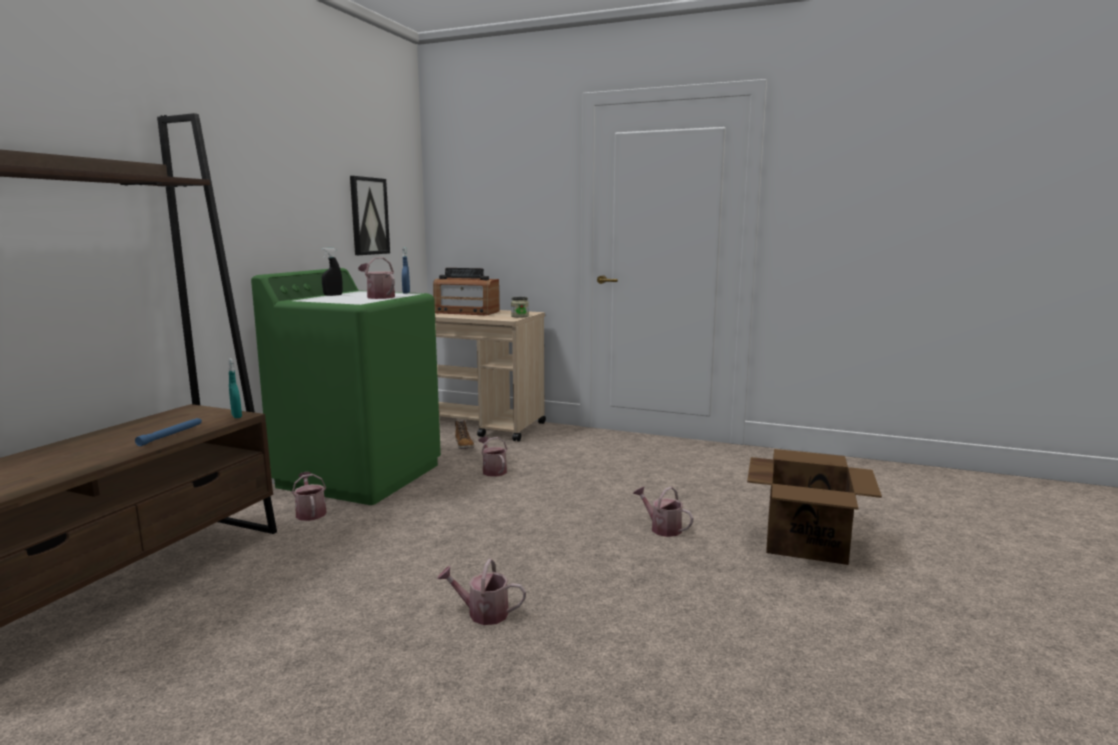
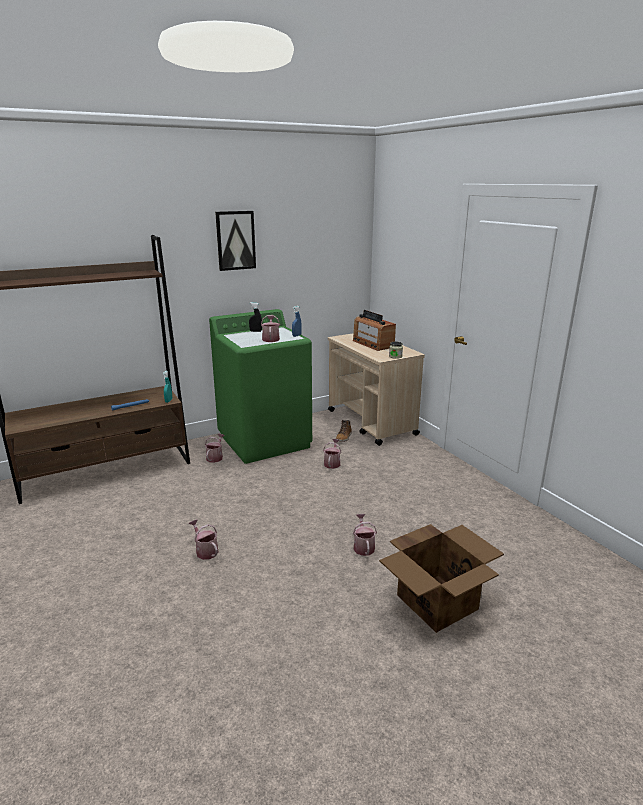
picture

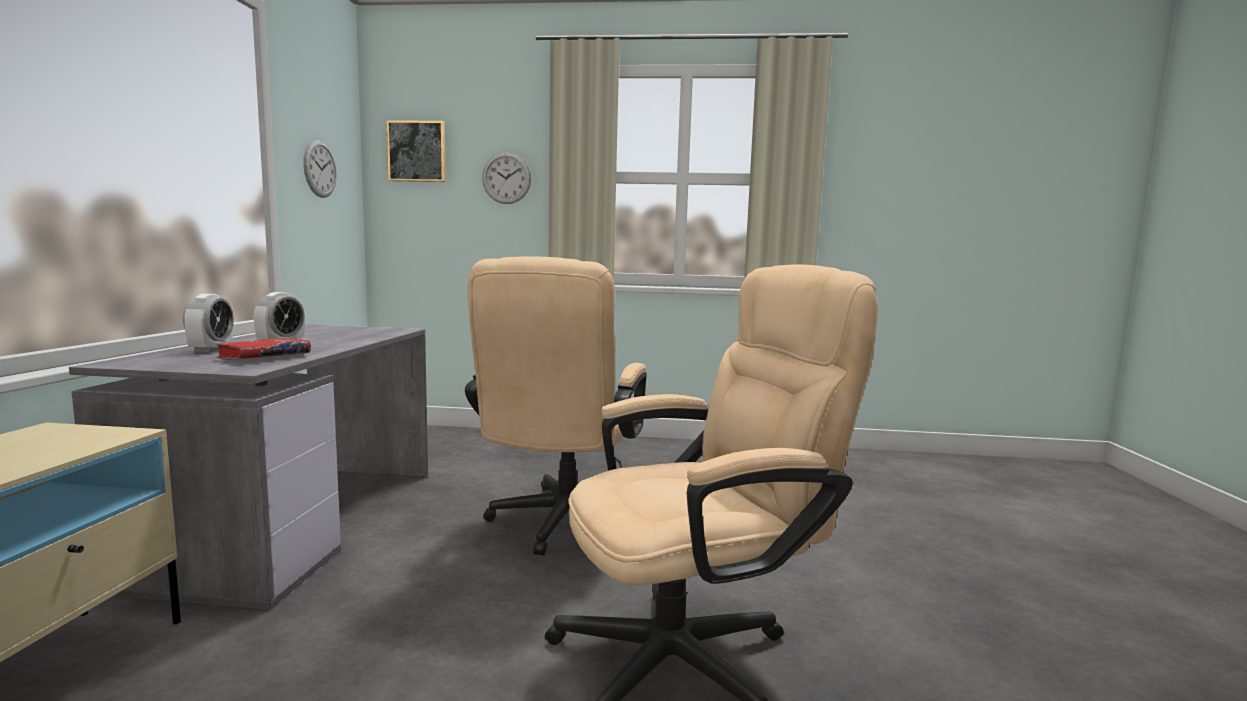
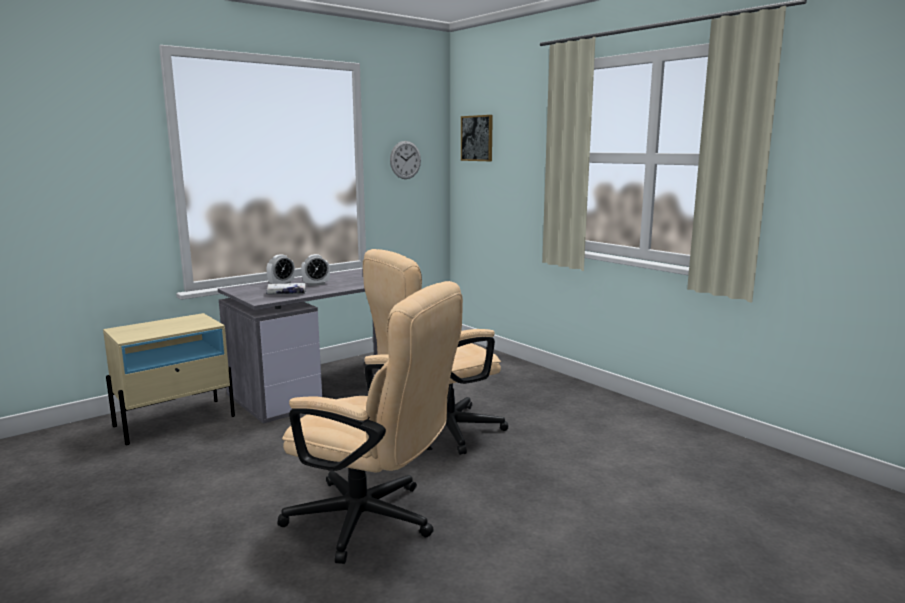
wall clock (no. 2 from left in the first image)
white book

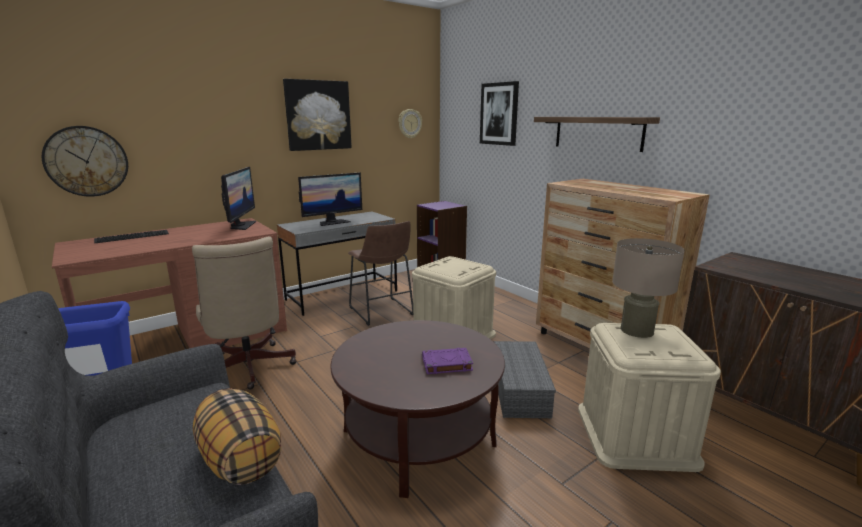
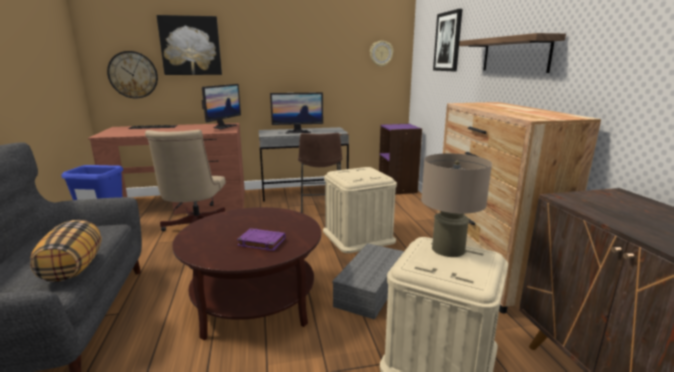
picture (no. 1 from left)

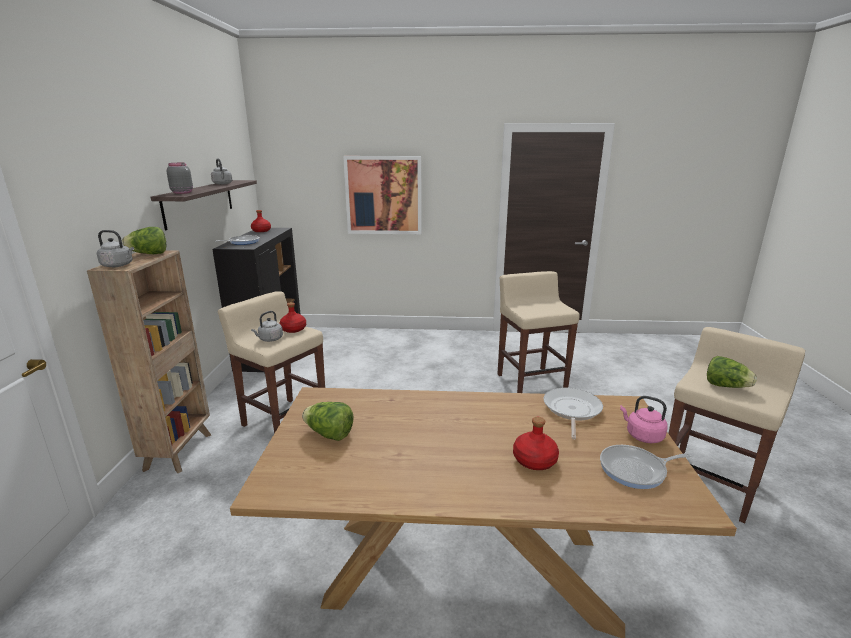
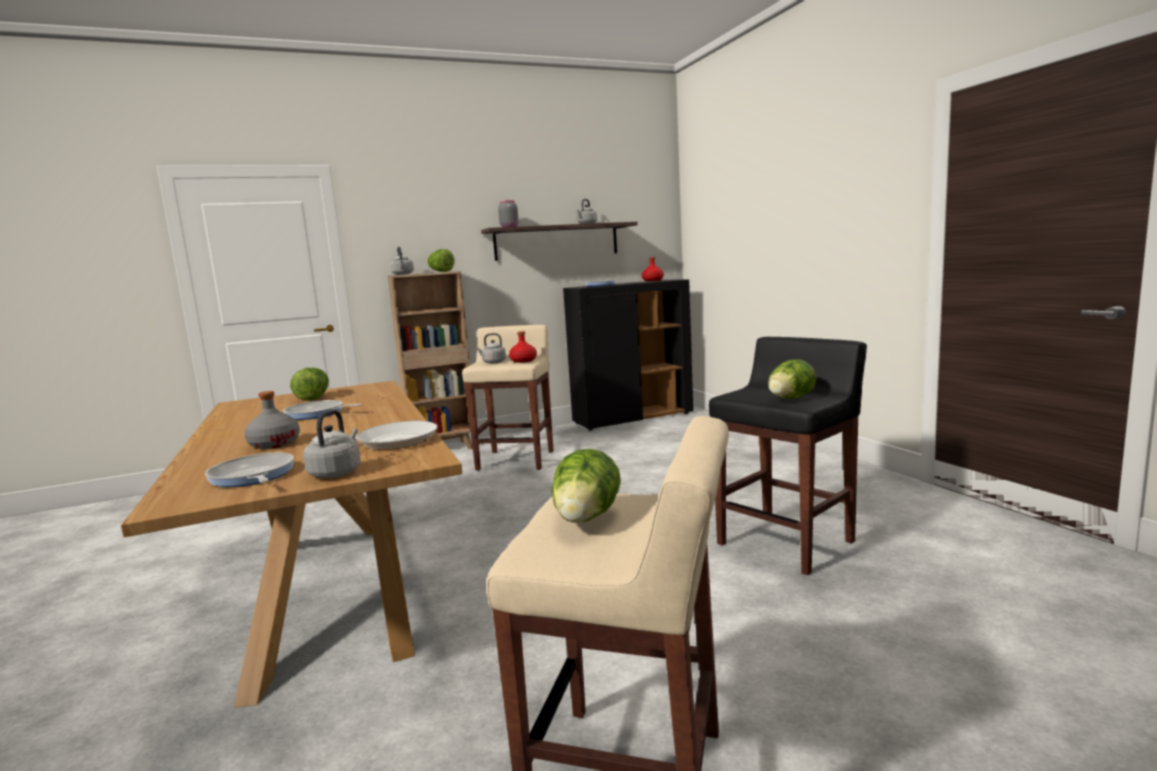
picture
frying pan (no. 2 from left)
lettuce (no. 4 from left)
black stool
grey bottle
grey kettle (no. 1 from left)

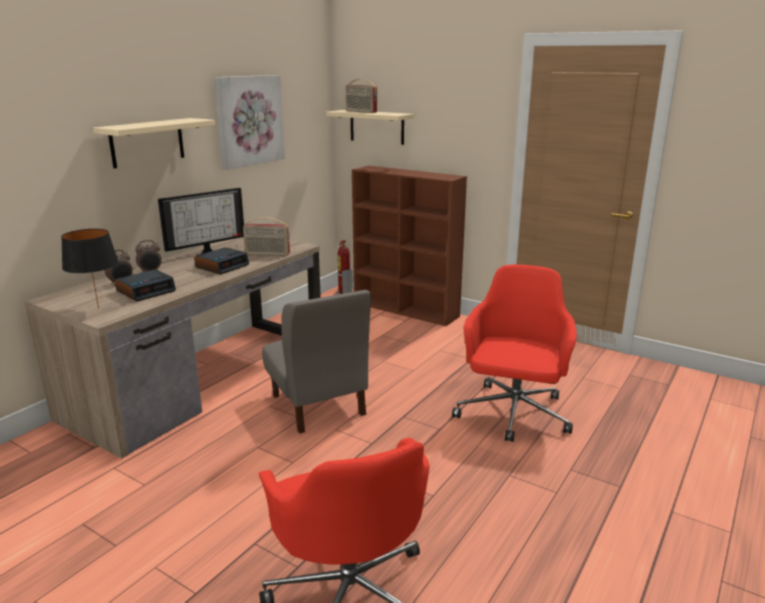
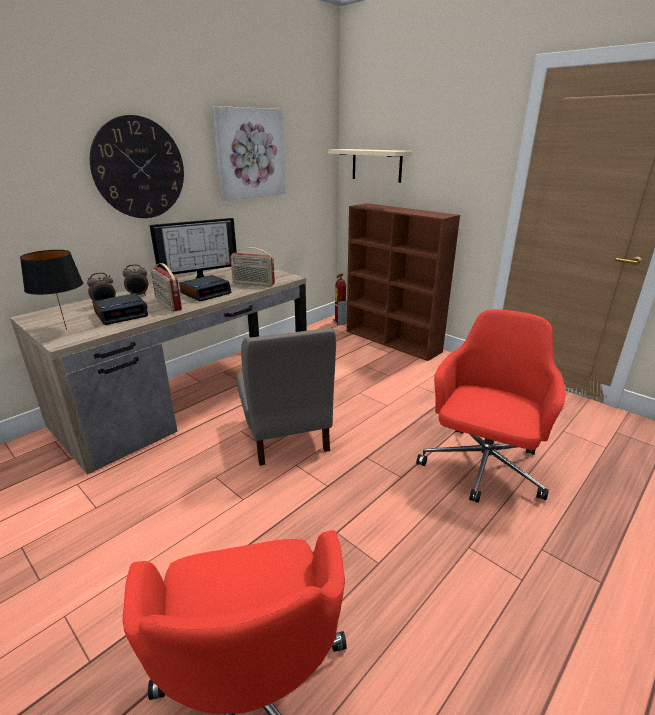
radio (no. 1 from left)
wall clock

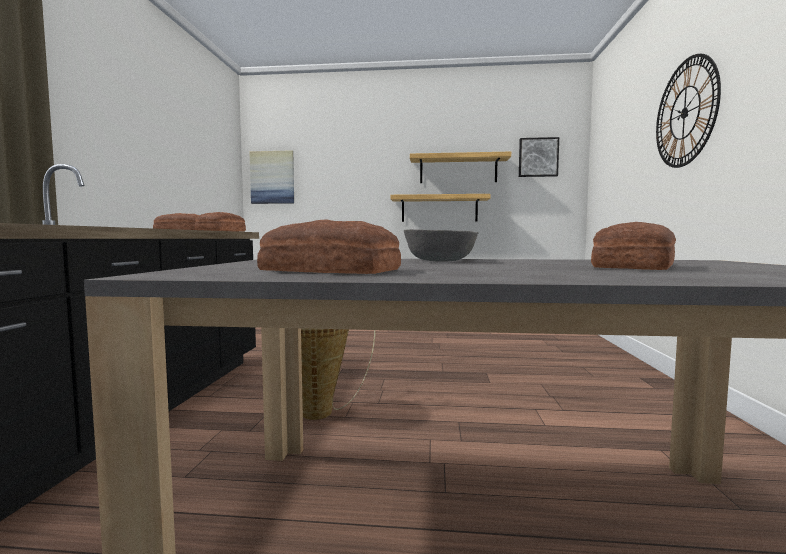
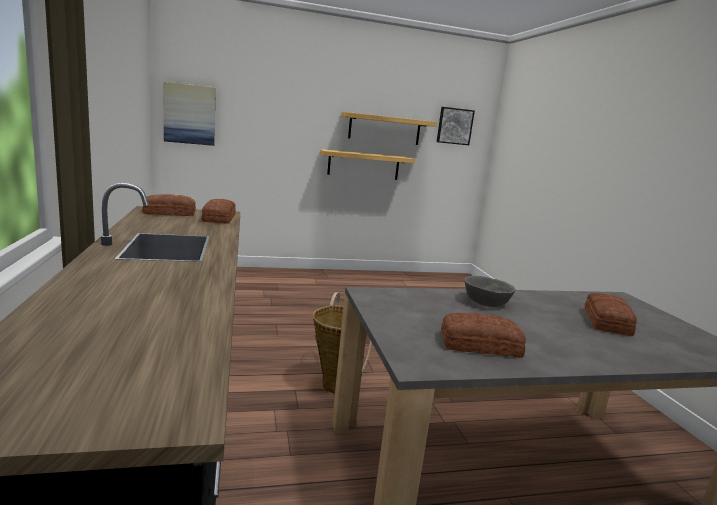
wall clock

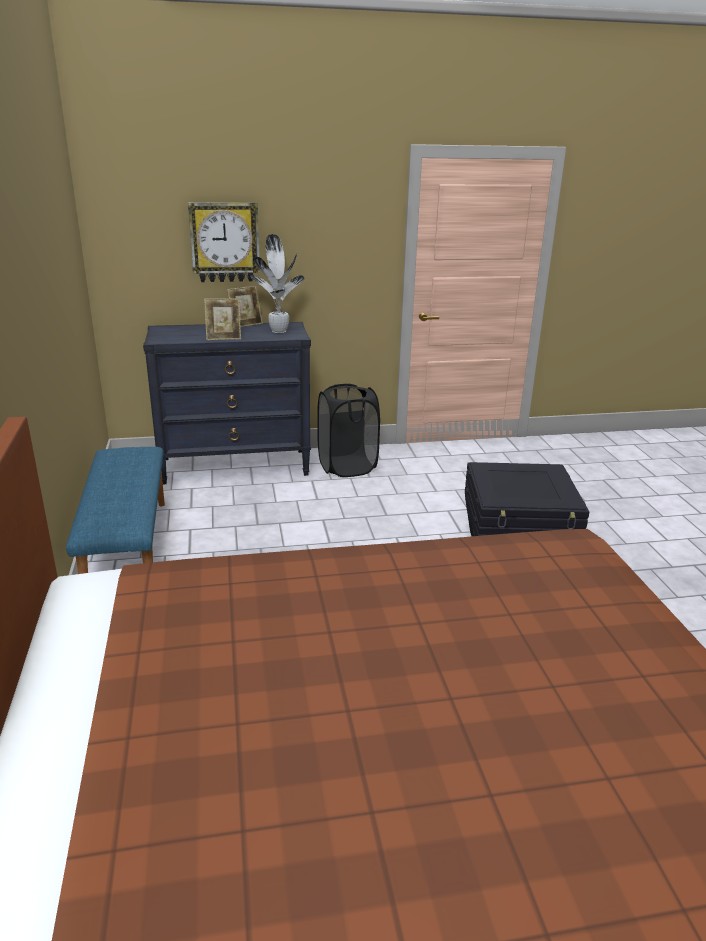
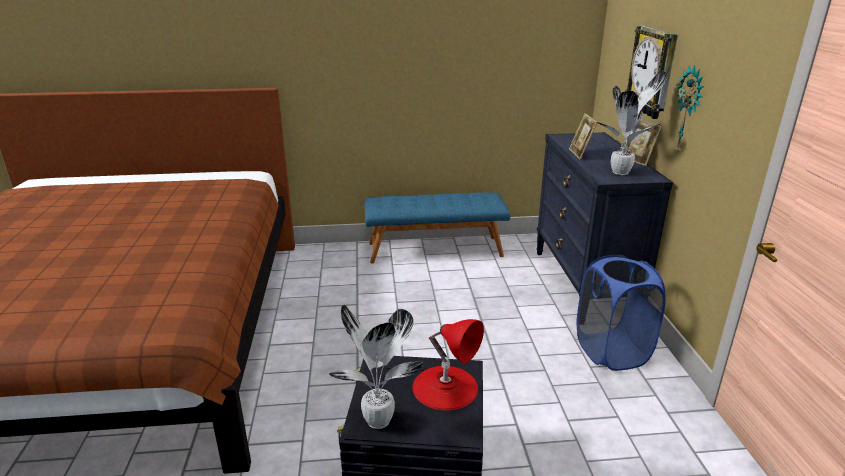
potted plant (no. 1 from left)
red table lamp
wall clock (no. 2 from left)
blue laundry basket

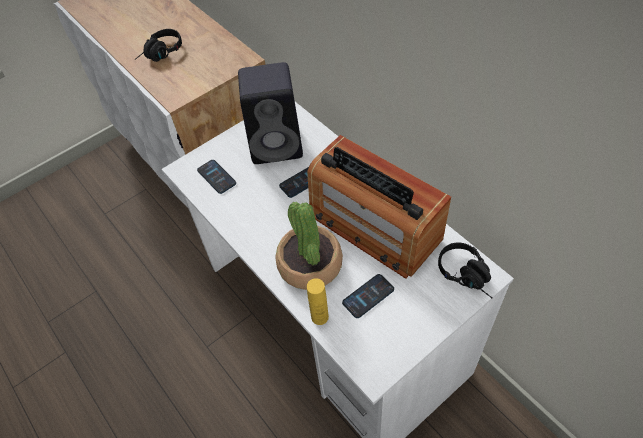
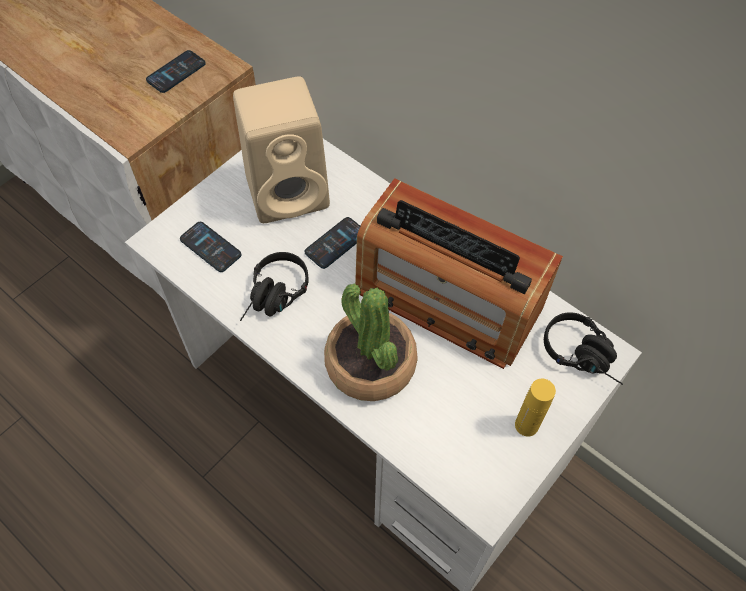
black headphones (no. 1 from left)
yellow bottle
phone (no. 1 from left)
beige speaker

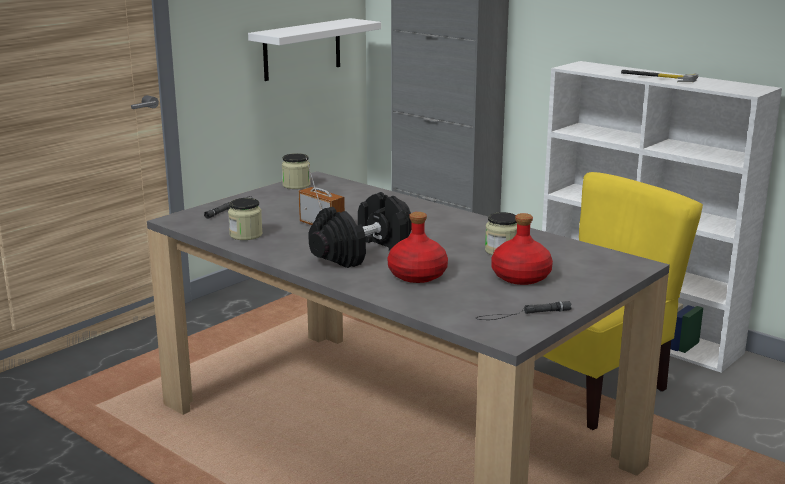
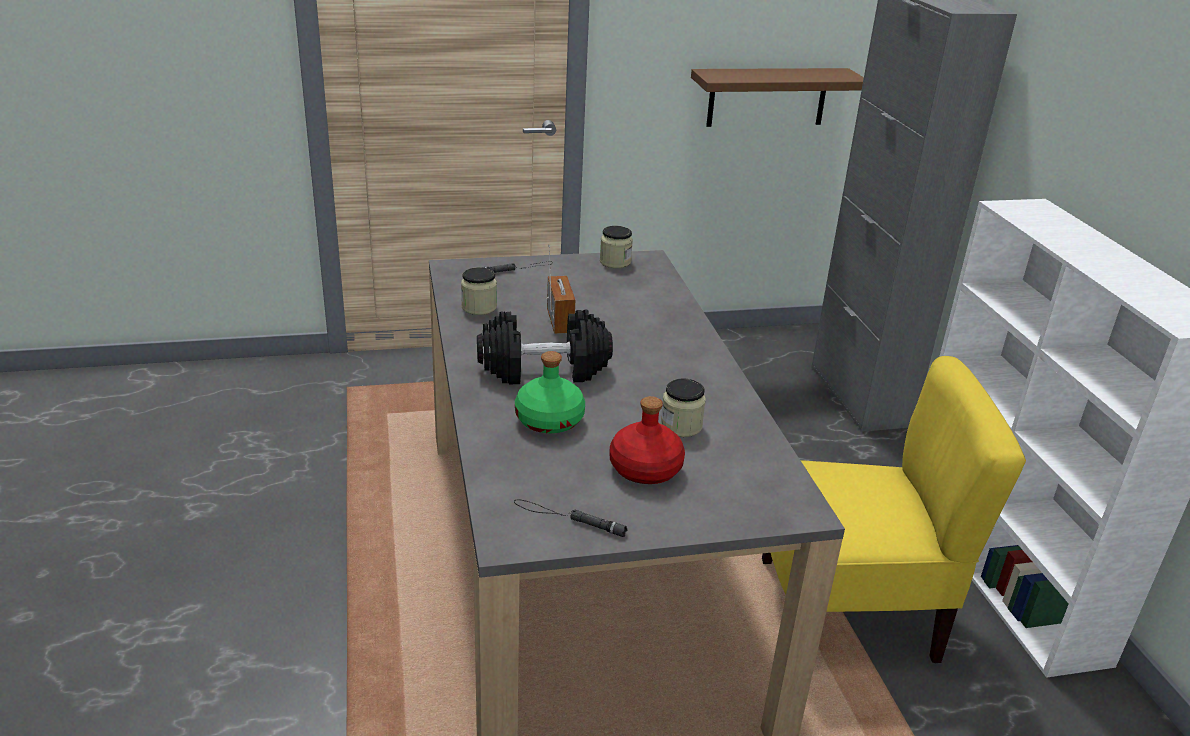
hammer
brown shelf
green bottle

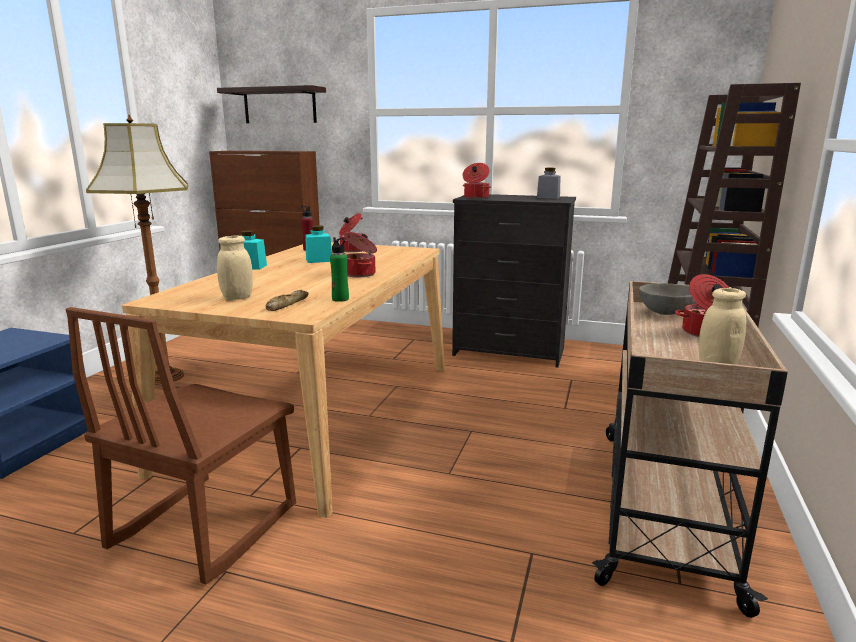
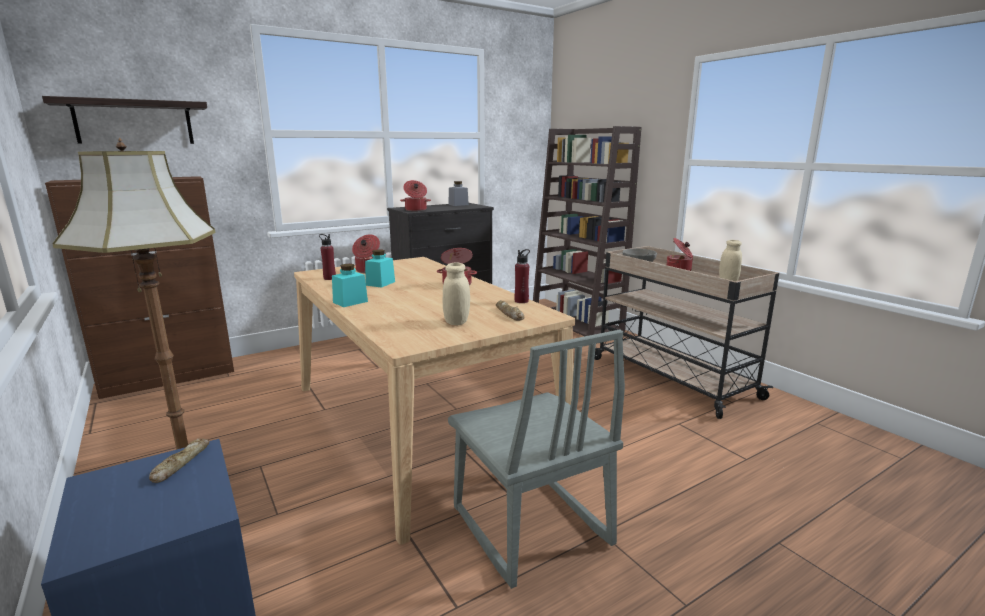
bread (no. 1 from left)
grey chair
red bottle (no. 2 from left)

